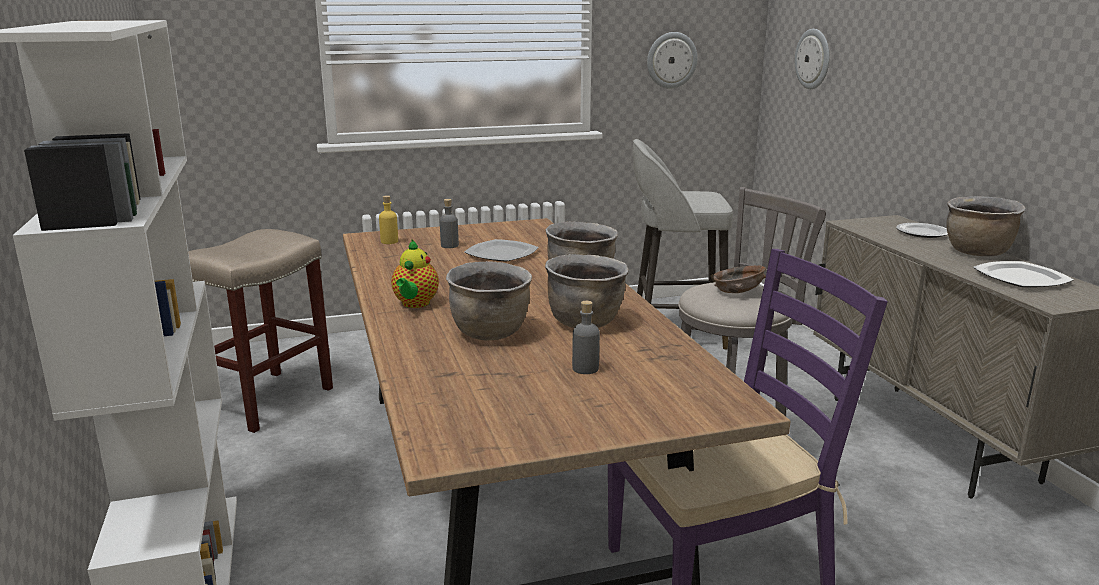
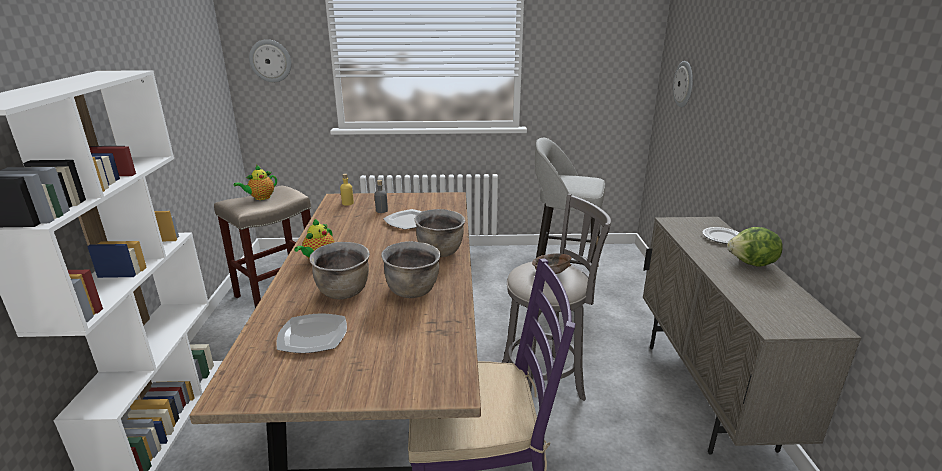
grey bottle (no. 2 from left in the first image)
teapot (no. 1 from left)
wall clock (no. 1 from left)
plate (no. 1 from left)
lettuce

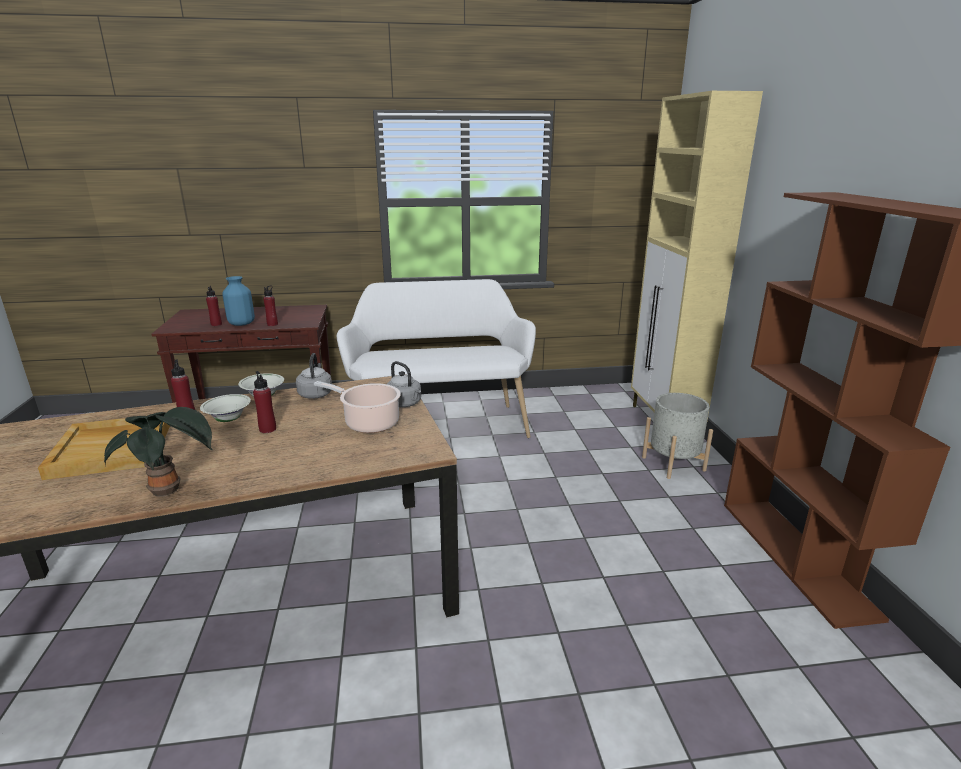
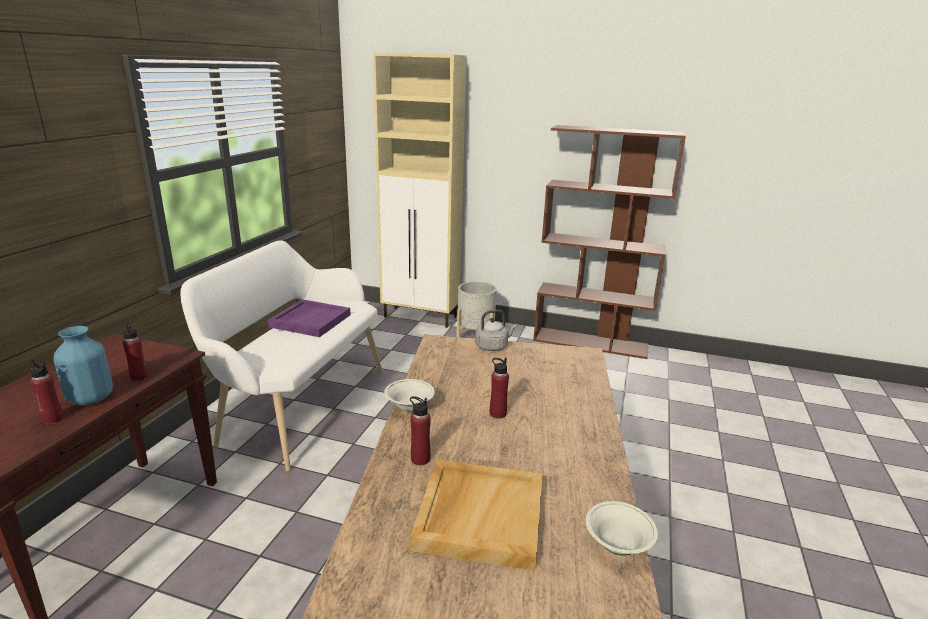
potted plant
grey kettle (no. 1 from left in the first image)
cooking pot
purple tray
white bowl (no. 2 from left)

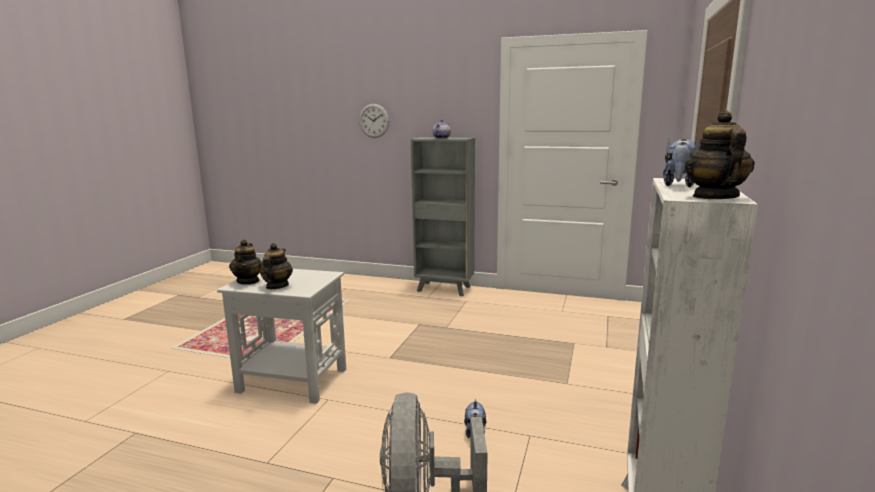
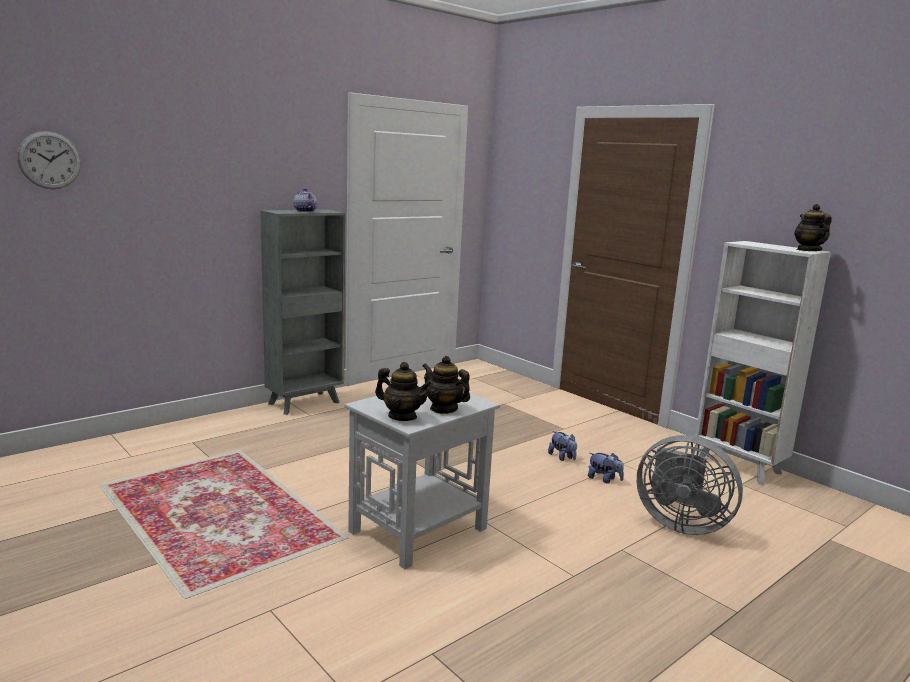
wall clock
plush toy (no. 1 from left)
teapot (no. 4 from left)

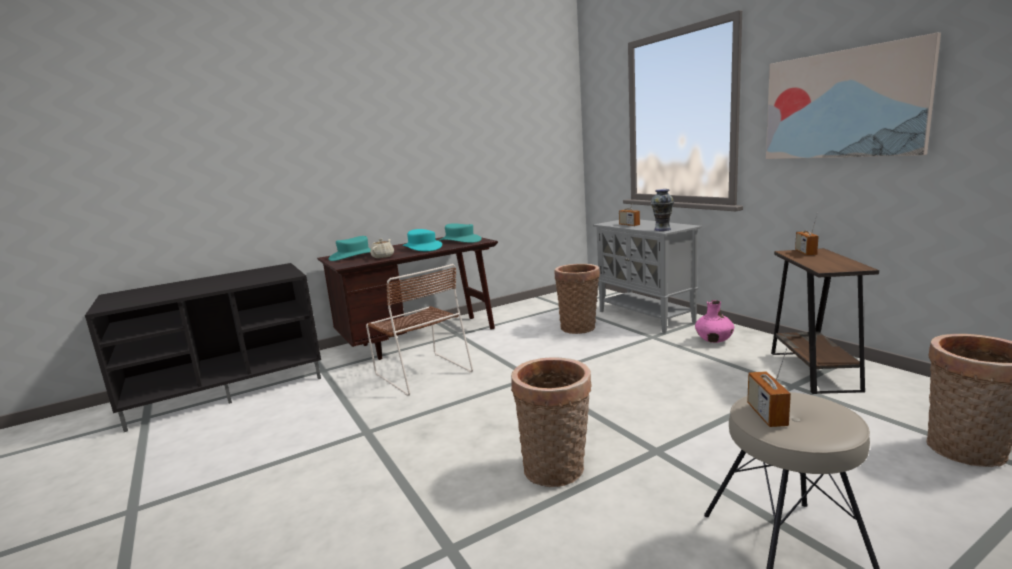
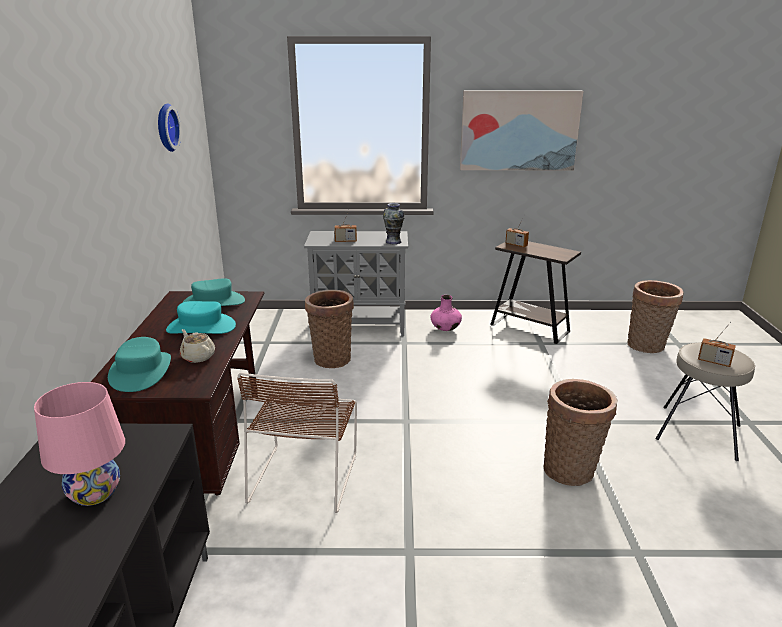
pink table lamp
wall clock
brown chair

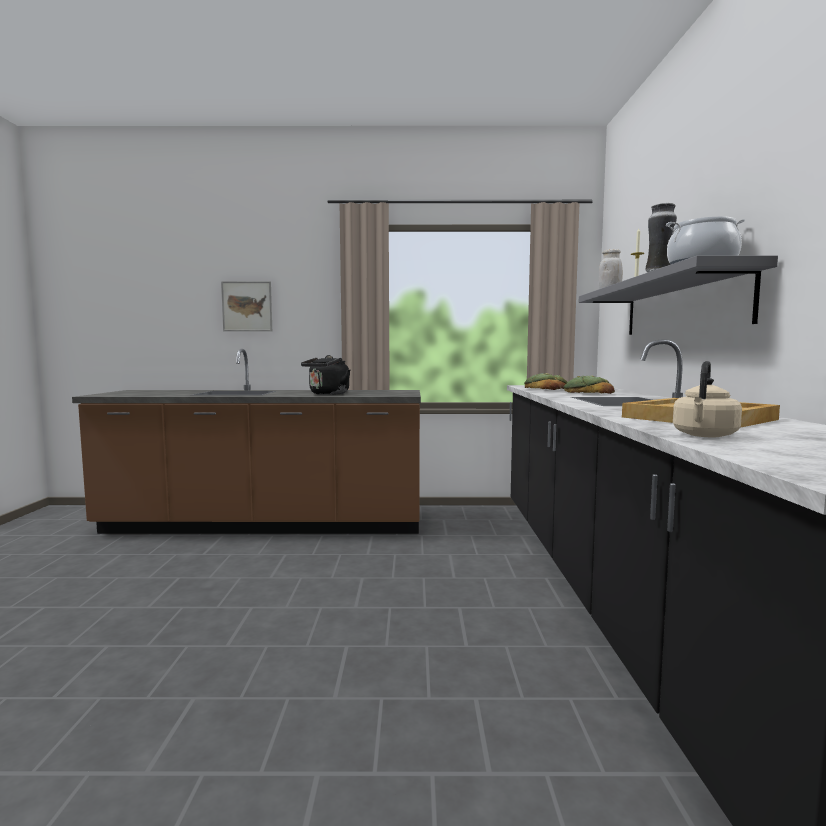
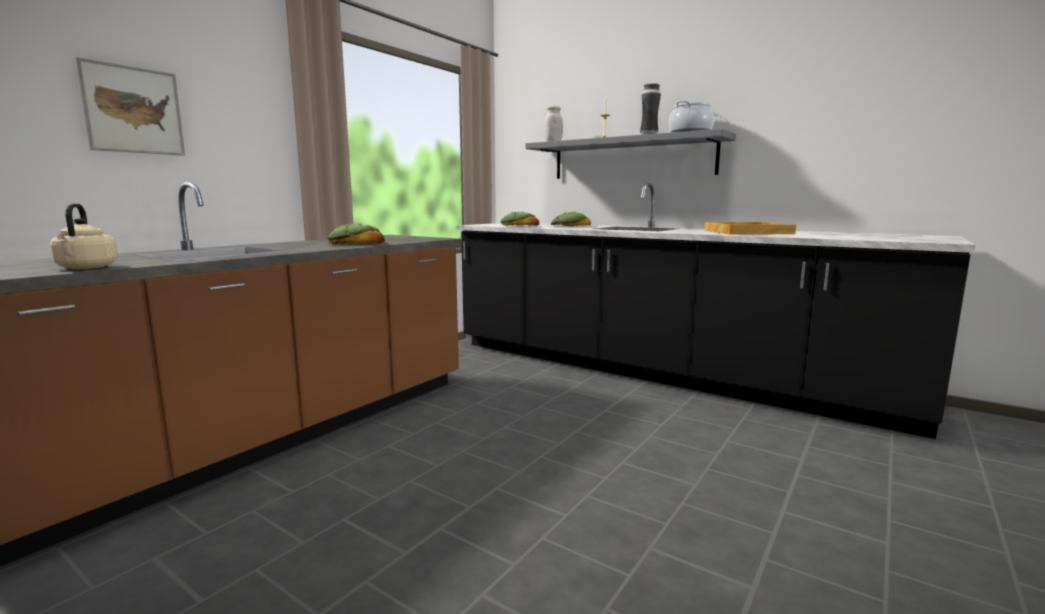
beige kettle
bread (no. 1 from left)

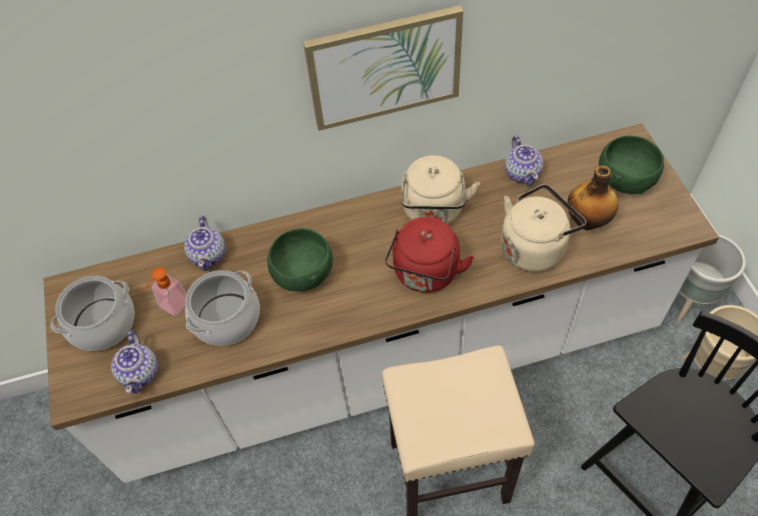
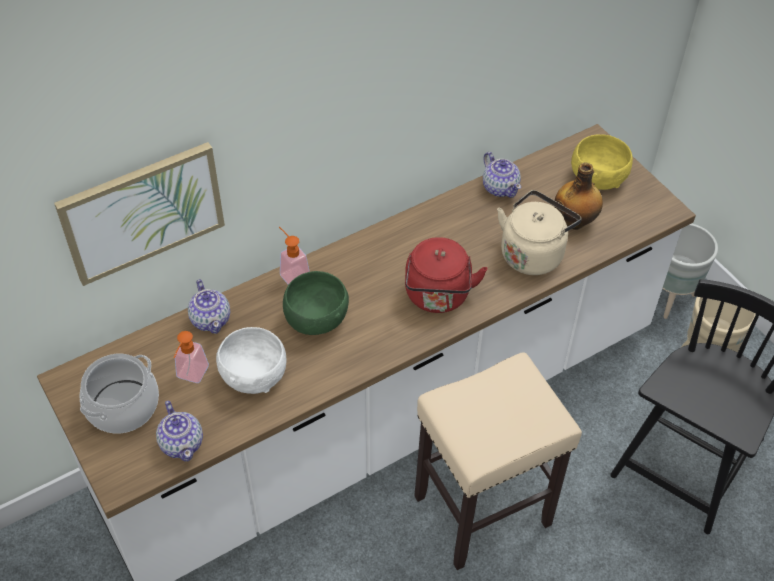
beige kettle (no. 1 from left in the first image)
soap dispenser (no. 2 from left)
picture
white bowl
yellow bowl

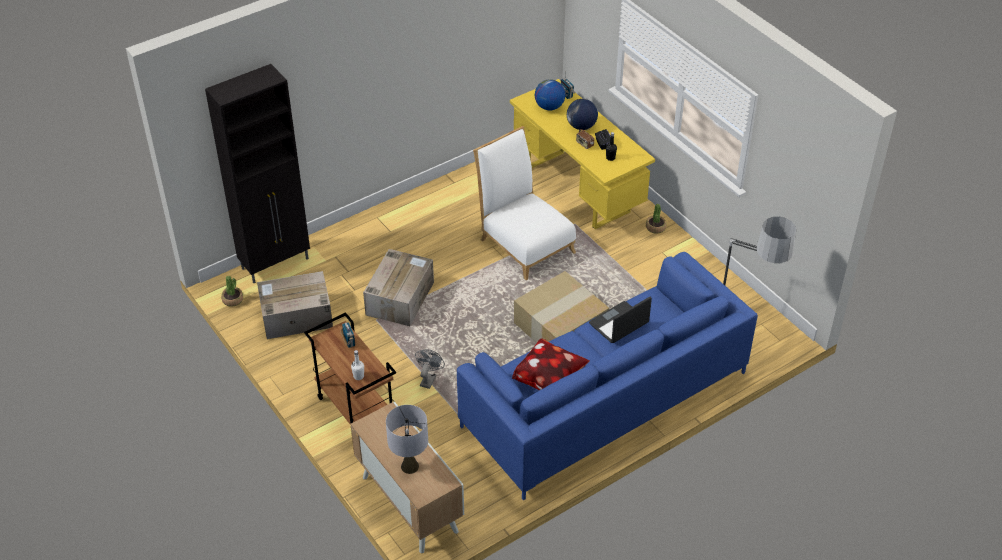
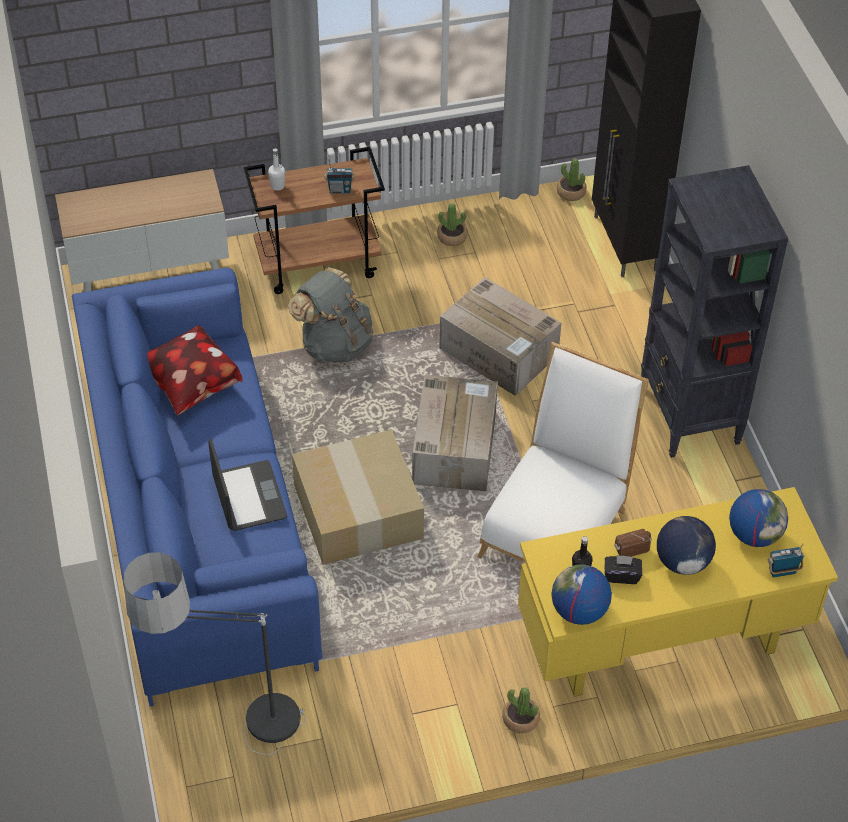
grey table lamp
potted plant (no. 1 from left)
globe (no. 1 from left)
black bookcase
cardboard box (no. 2 from left)
grey backpack
white chair

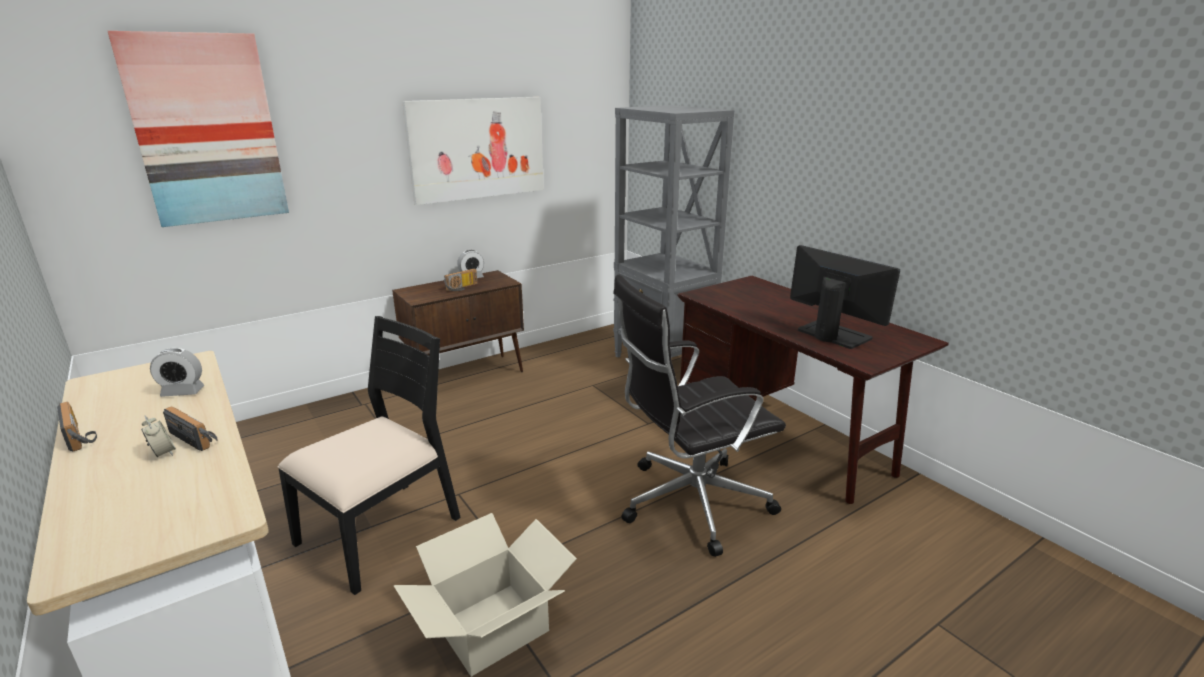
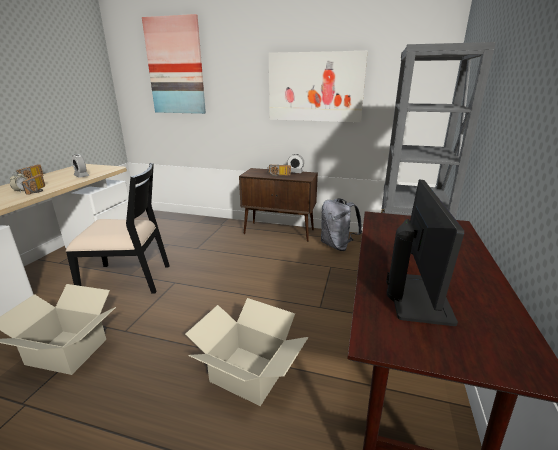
grey backpack
cardboard box (no. 2 from left)

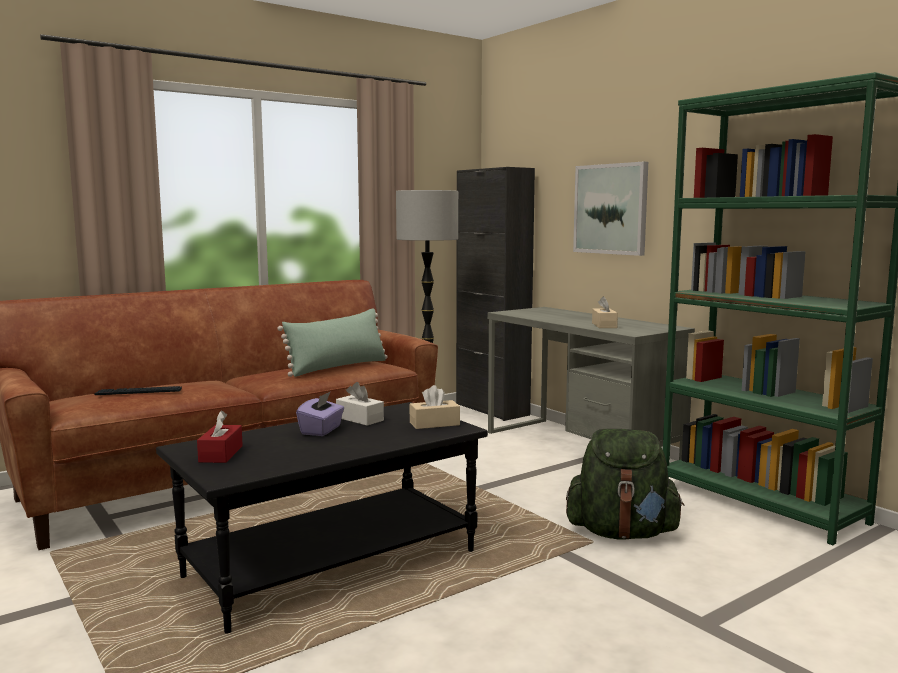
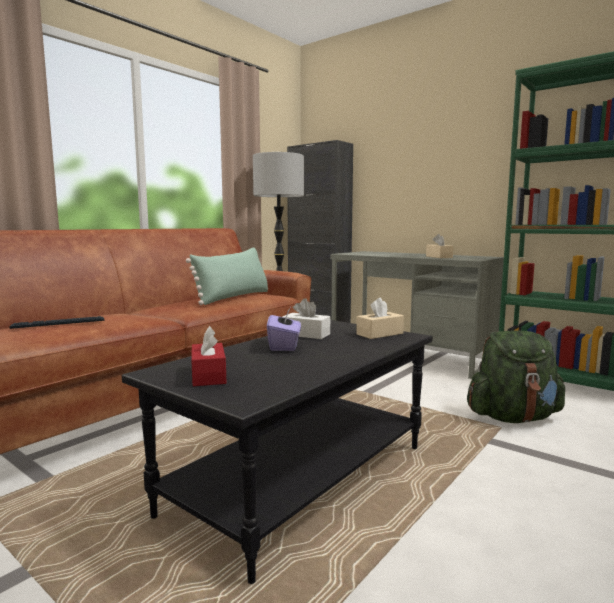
picture

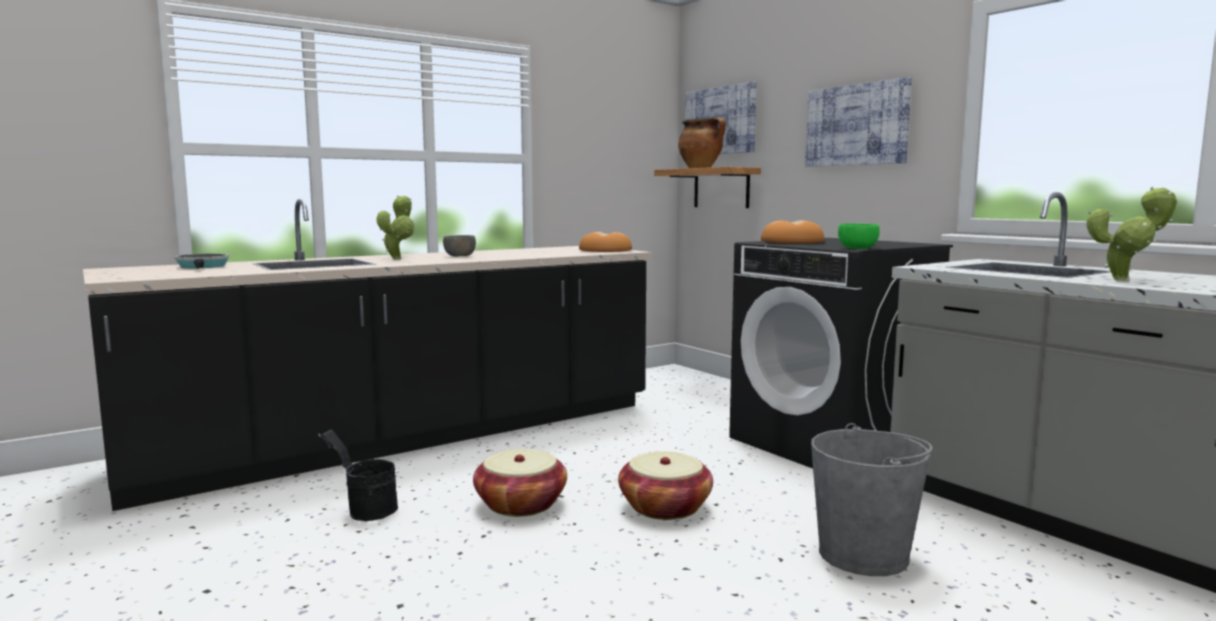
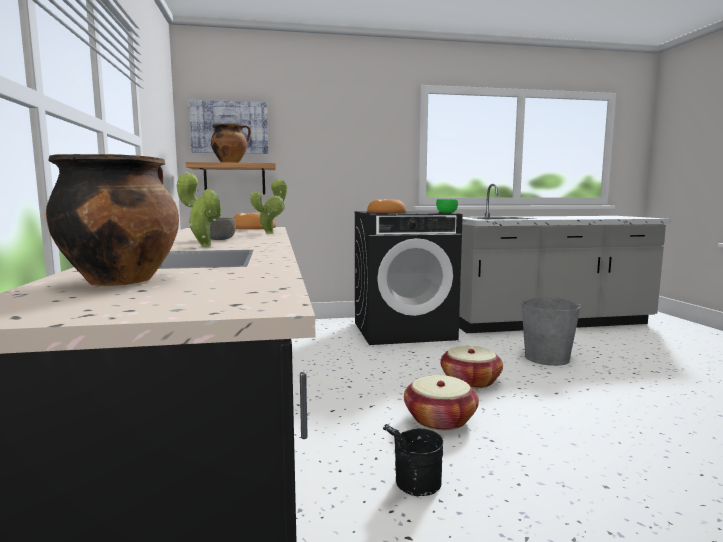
picture (no. 2 from left in the first image)
potted plant (no. 2 from left)
cooking pot (no. 1 from left)

